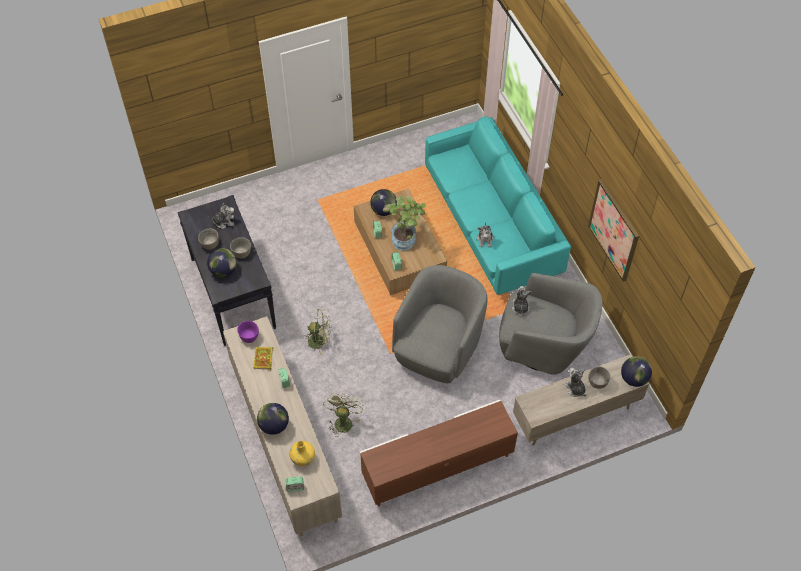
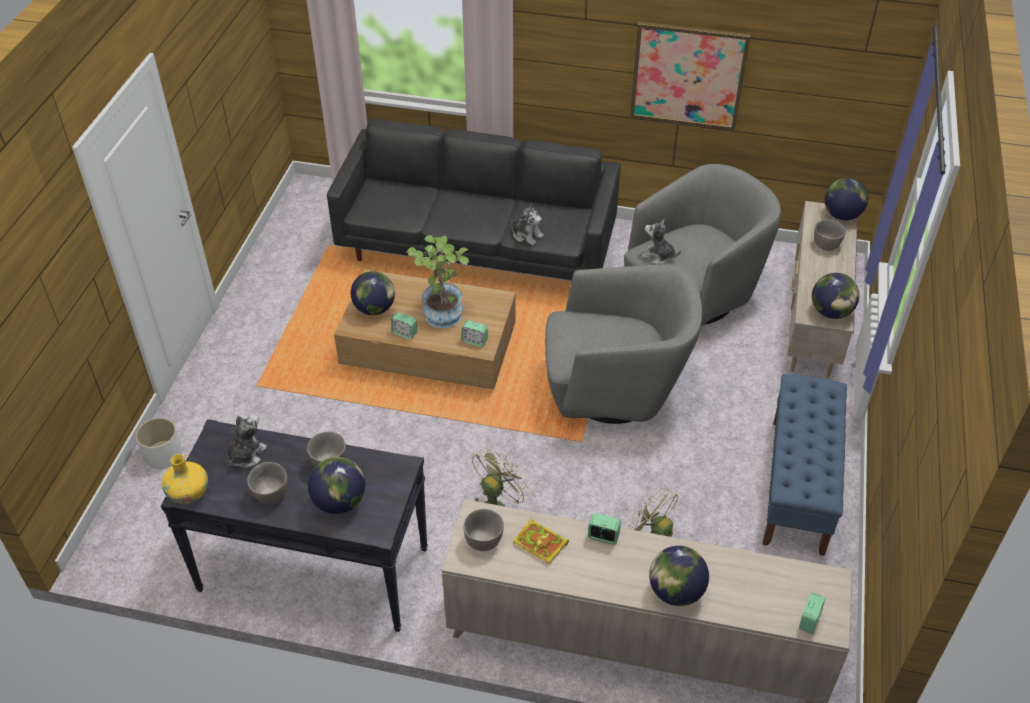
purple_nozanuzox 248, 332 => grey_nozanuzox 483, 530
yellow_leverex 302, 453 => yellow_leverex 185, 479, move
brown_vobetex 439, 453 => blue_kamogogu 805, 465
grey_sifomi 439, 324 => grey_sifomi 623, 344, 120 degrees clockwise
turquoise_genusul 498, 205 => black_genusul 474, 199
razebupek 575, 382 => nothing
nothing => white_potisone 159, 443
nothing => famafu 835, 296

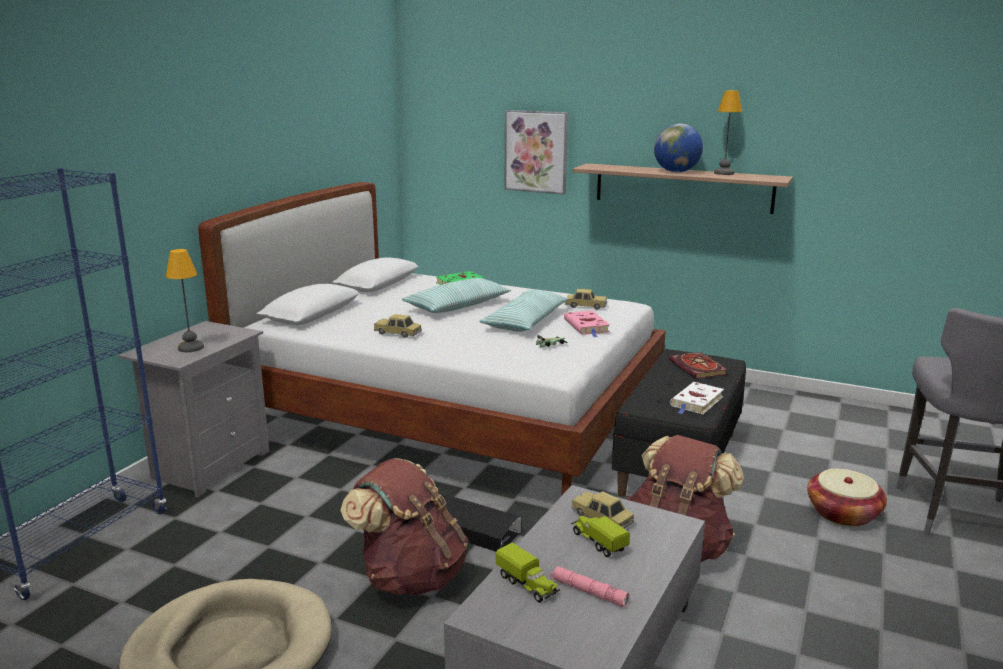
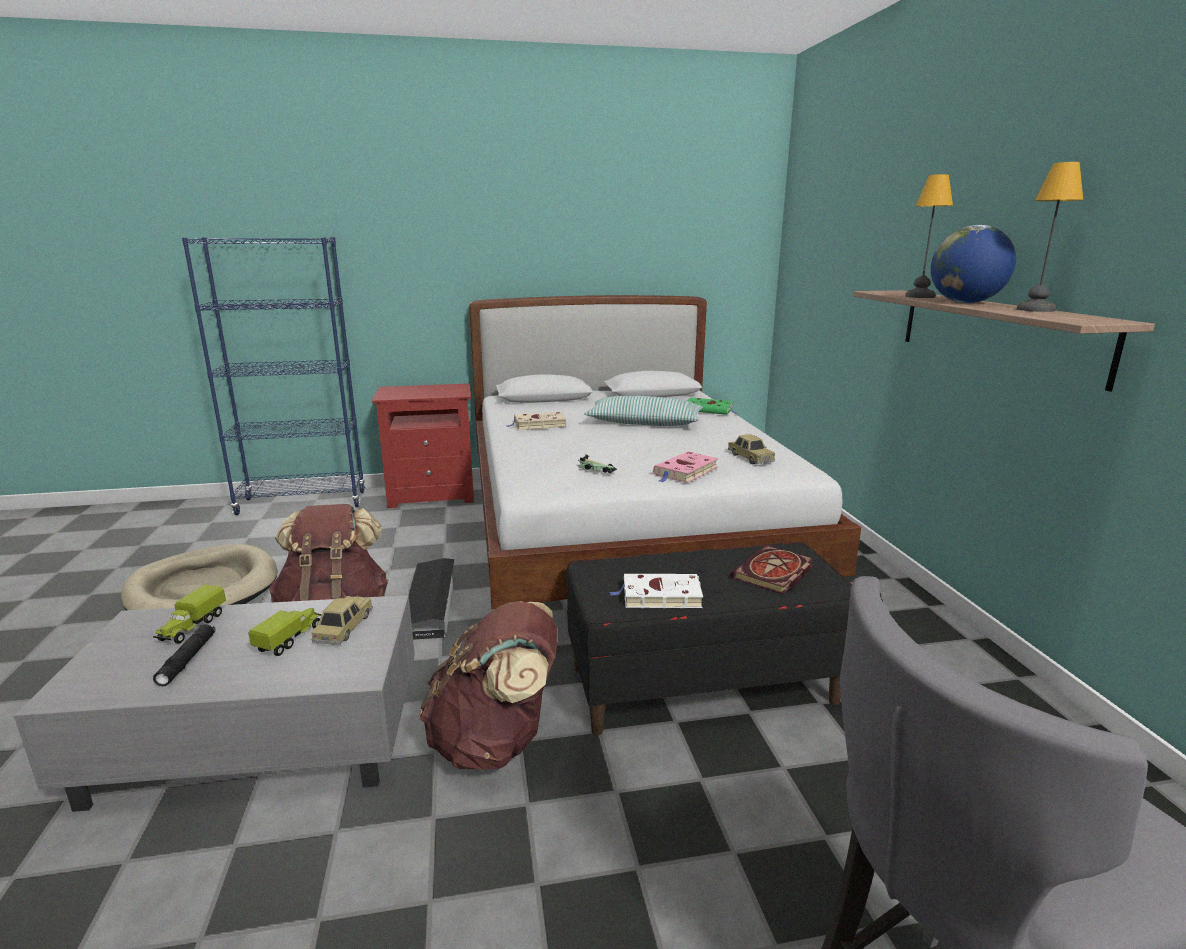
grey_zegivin 194, 409 => red_zegivin 423, 445
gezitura 185, 300 => gezitura 929, 236, move
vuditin 398, 326 => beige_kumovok 536, 421
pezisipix 524, 311 => nothing
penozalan 536, 152 => nothing
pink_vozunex 589, 586 => black_vozunex 184, 655
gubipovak 847, 498 => nothing

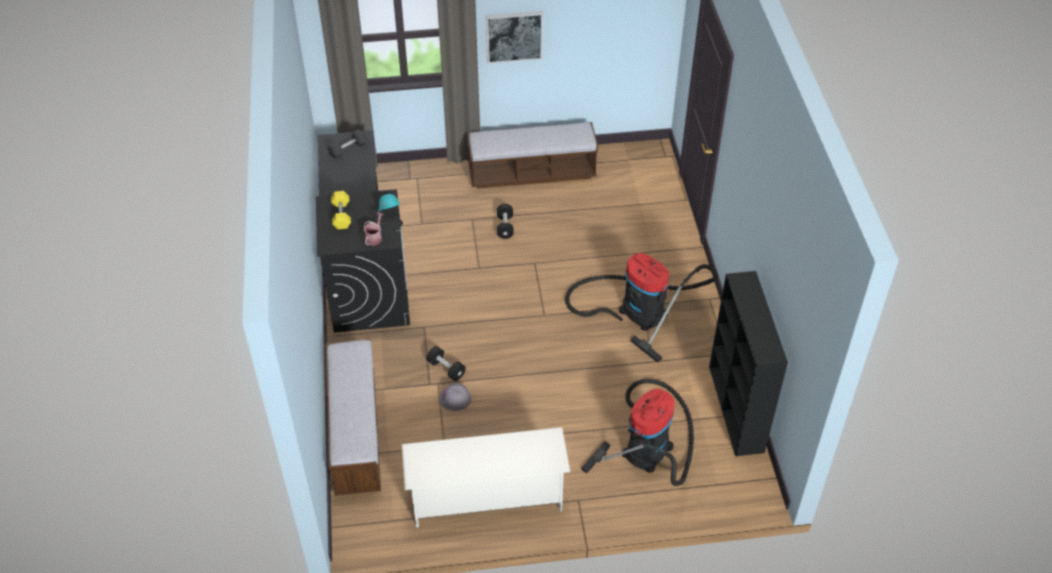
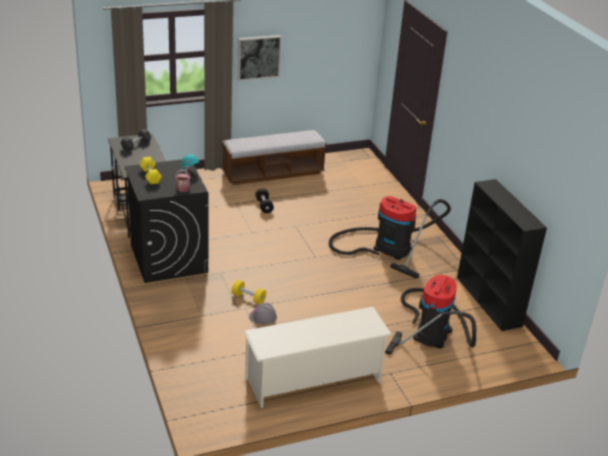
kamogogu 353, 417 => nothing
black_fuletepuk 446, 363 => yellow_fuletepuk 249, 292

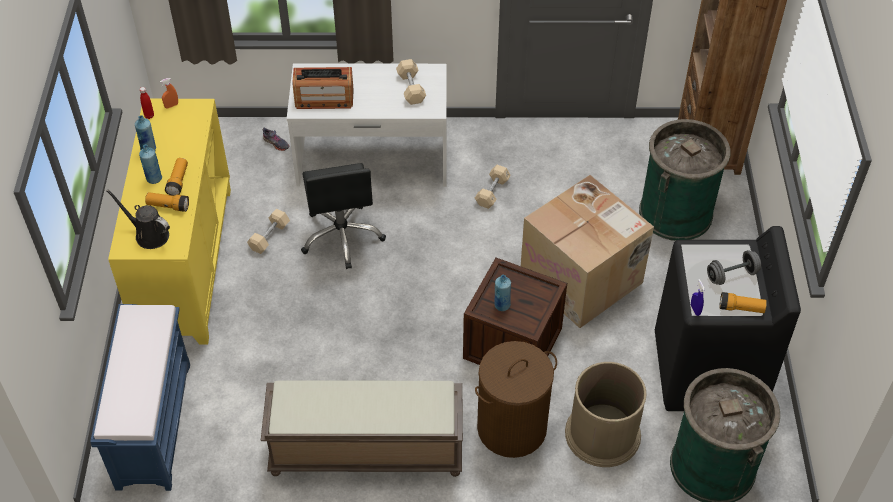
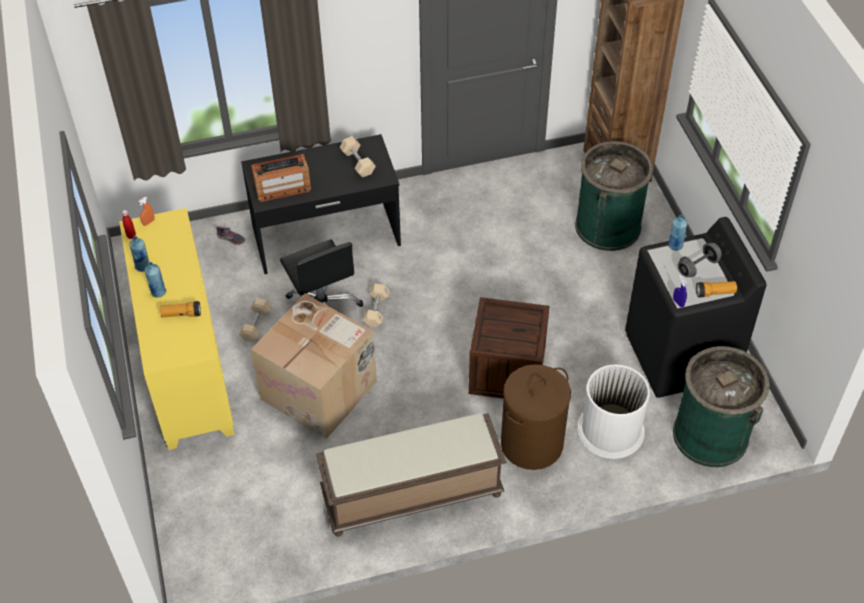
blue_kamogogu 140, 397 => nothing
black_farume 138, 219 => nothing
vozunex 176, 177 => nothing
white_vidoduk 367, 125 => black_vidoduk 321, 204
beige_fuletepuk 493, 187 => beige_fuletepuk 376, 305, move
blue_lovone 502, 293 => blue_lovone 678, 233, move
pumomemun 587, 251 => pumomemun 314, 366, move
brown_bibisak 606, 414 => white_bibisak 613, 411

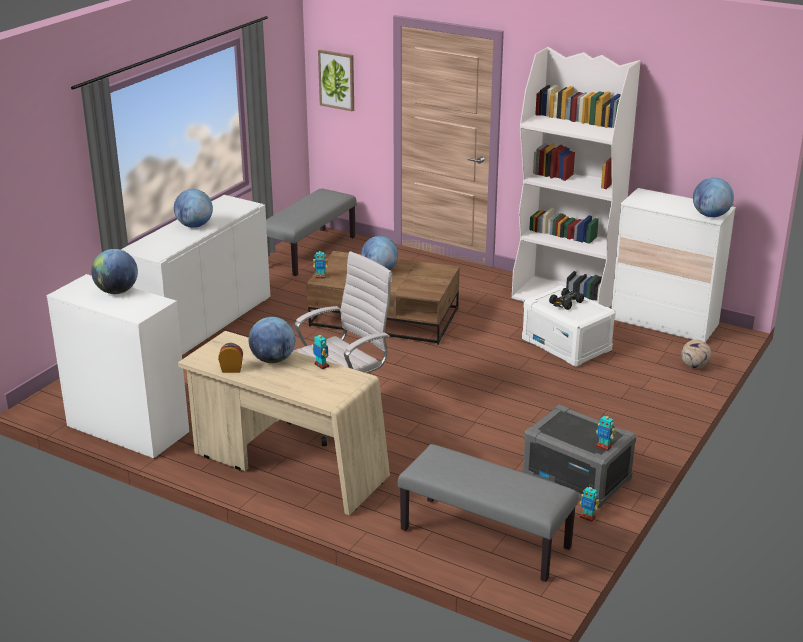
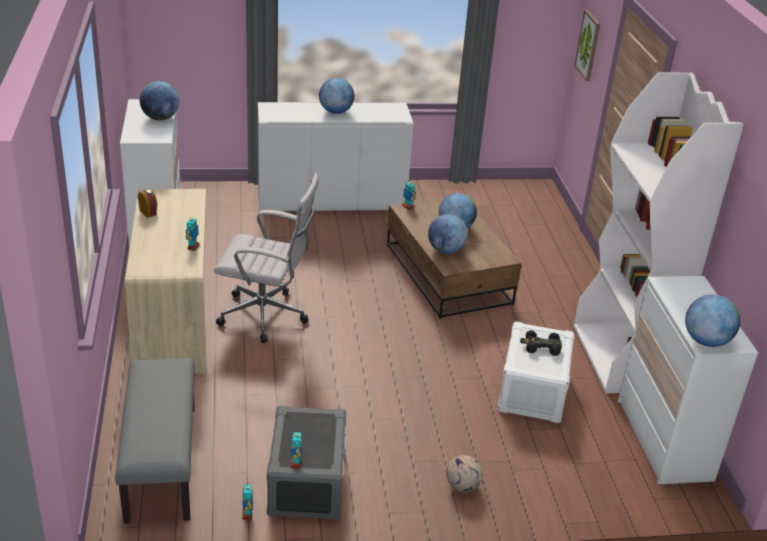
famafu 272, 340 => famafu 448, 234, move
grey_kamogogu 311, 232 => nothing
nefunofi 696, 354 => nefunofi 464, 473, move

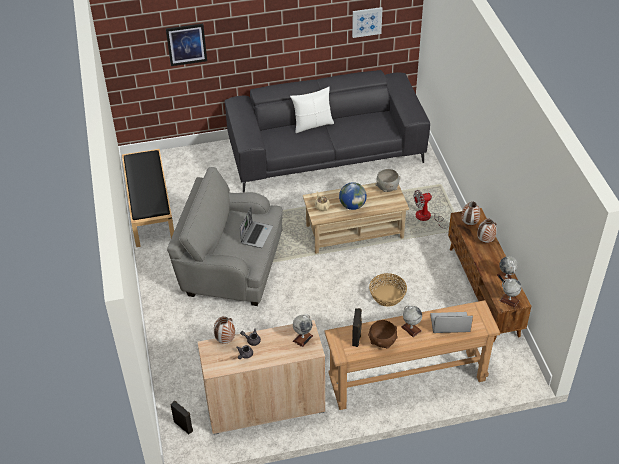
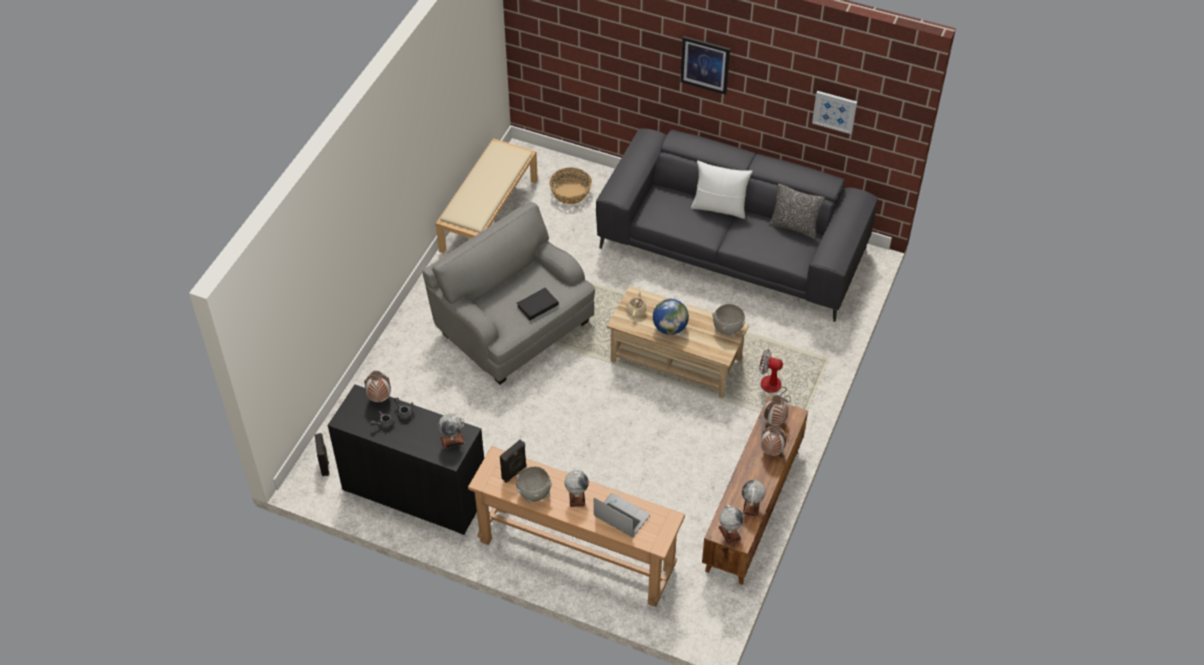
black_kamogogu 148, 198 => beige_kamogogu 487, 195
penozalan 186, 44 => penozalan 705, 65, move
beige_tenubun 261, 377 => black_tenubun 405, 459
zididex 256, 227 => black_kumovok 538, 304
brown_nozanuzox 383, 334 => grey_nozanuzox 534, 484
gubipovak 388, 289 => gubipovak 570, 186, move
nothing => pezisipix 796, 211

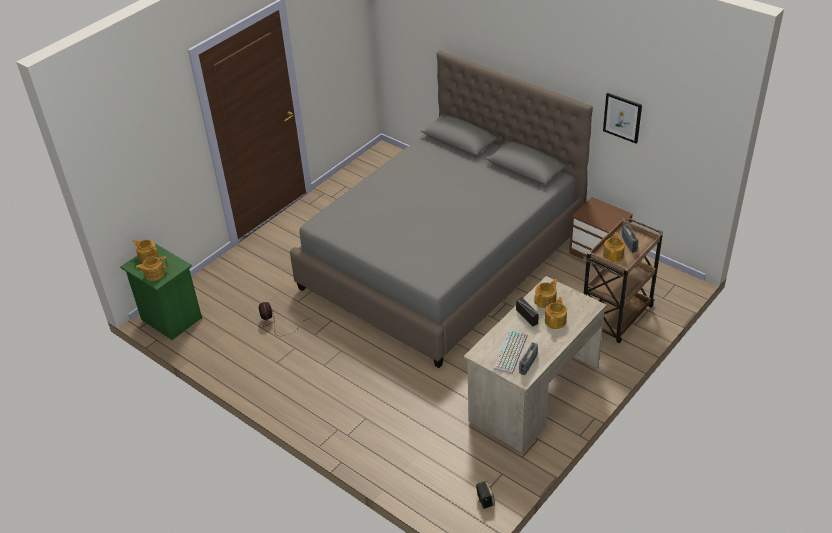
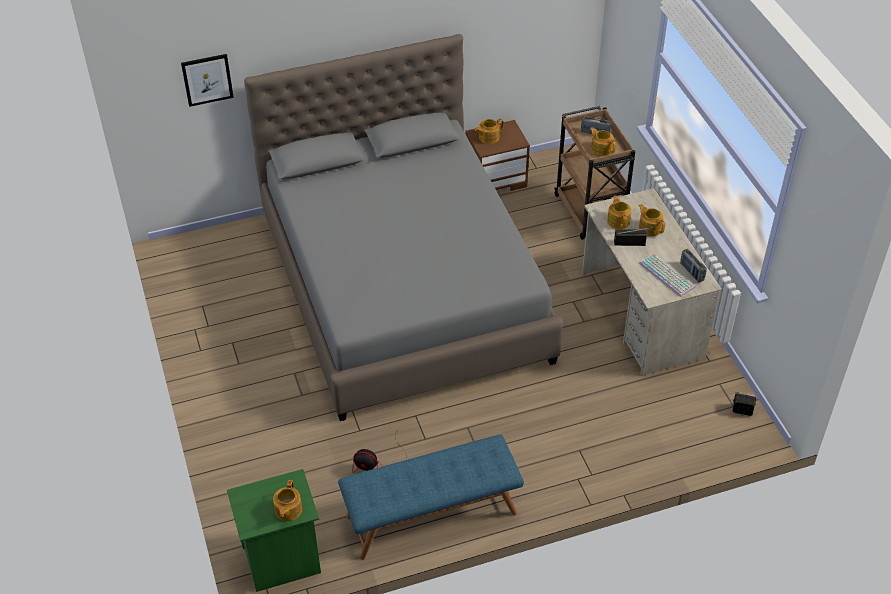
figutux 146, 251 => figutux 489, 131, move
penozalan 622, 118 => penozalan 207, 80, move
nothing => blue_kamogogu 431, 497

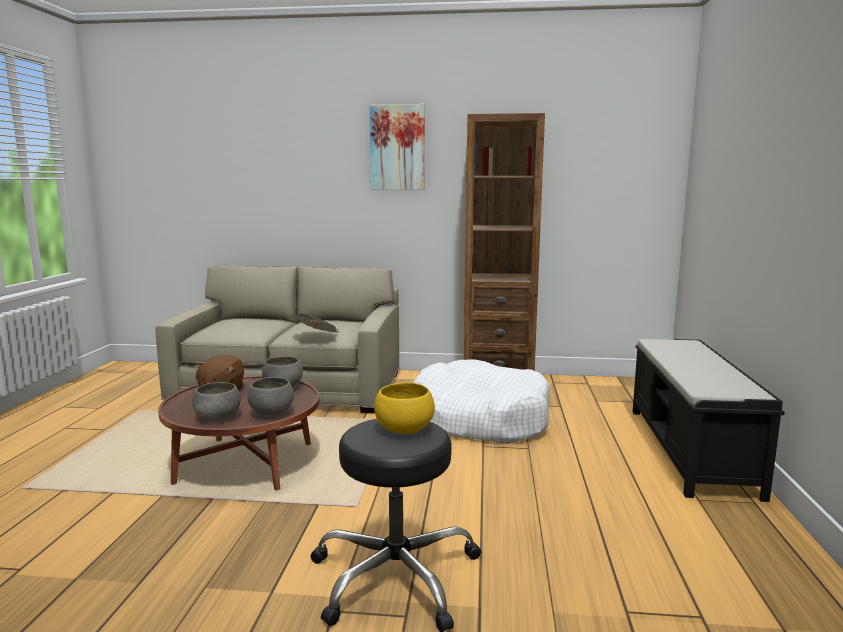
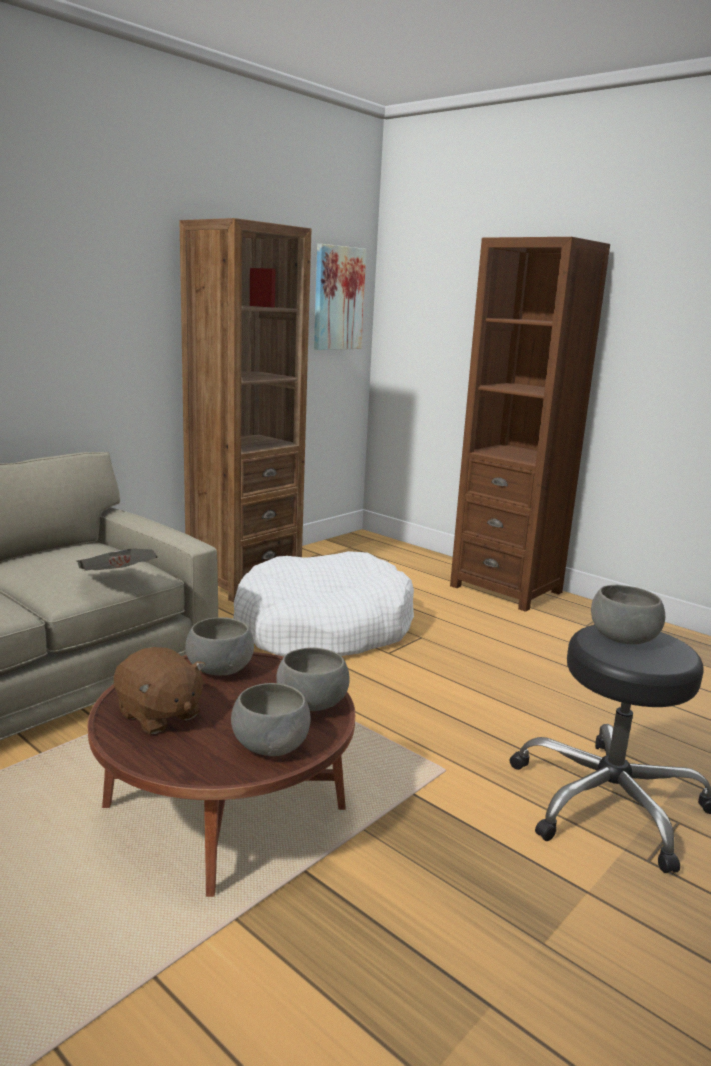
penozalan 397, 147 => penozalan 340, 297, move
yellow_nozanuzox 404, 408 => grey_nozanuzox 628, 614
black_kamogogu 708, 420 => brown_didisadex 530, 424

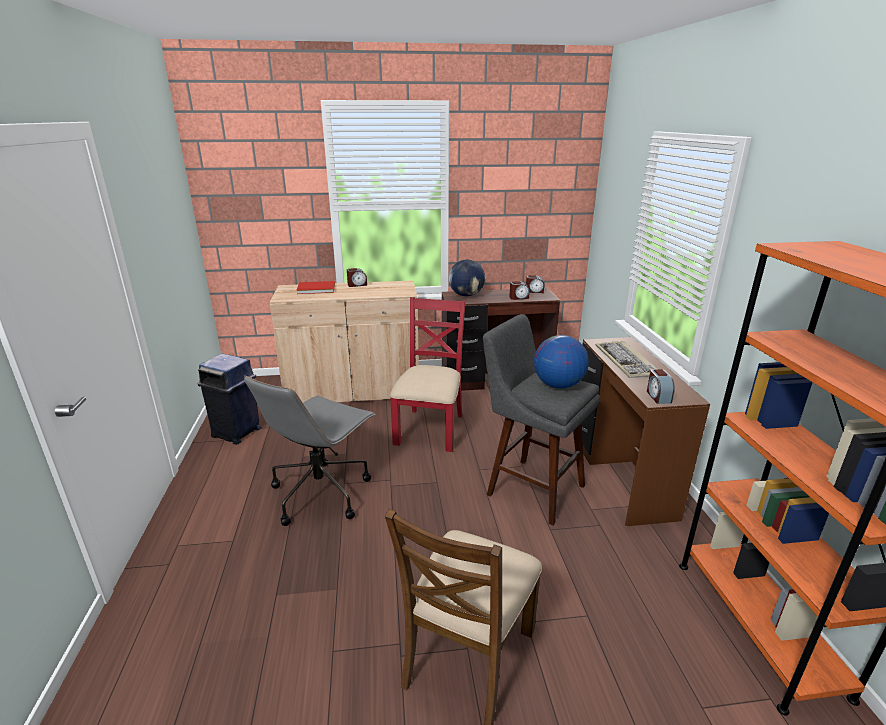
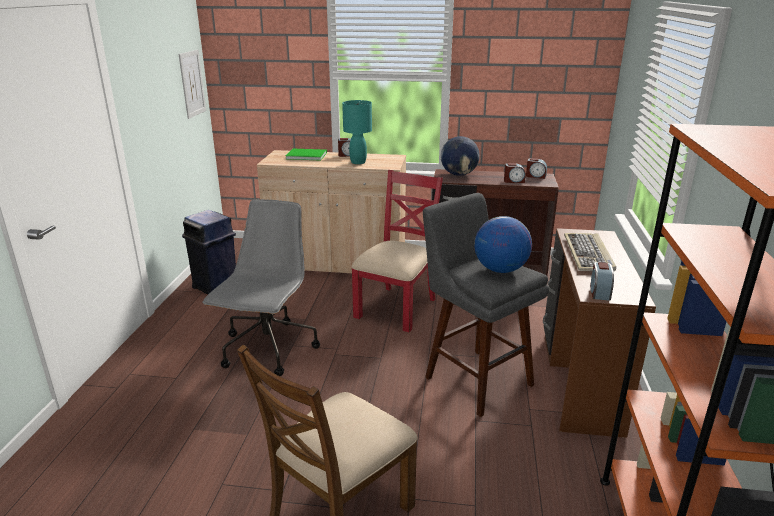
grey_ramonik 309, 450 => grey_ramonik 261, 287, 150 degrees clockwise
red_kumovok 315, 287 => green_kumovok 306, 155
nothing => penozalan 192, 84
nothing => turquoise_gezitura 357, 132

